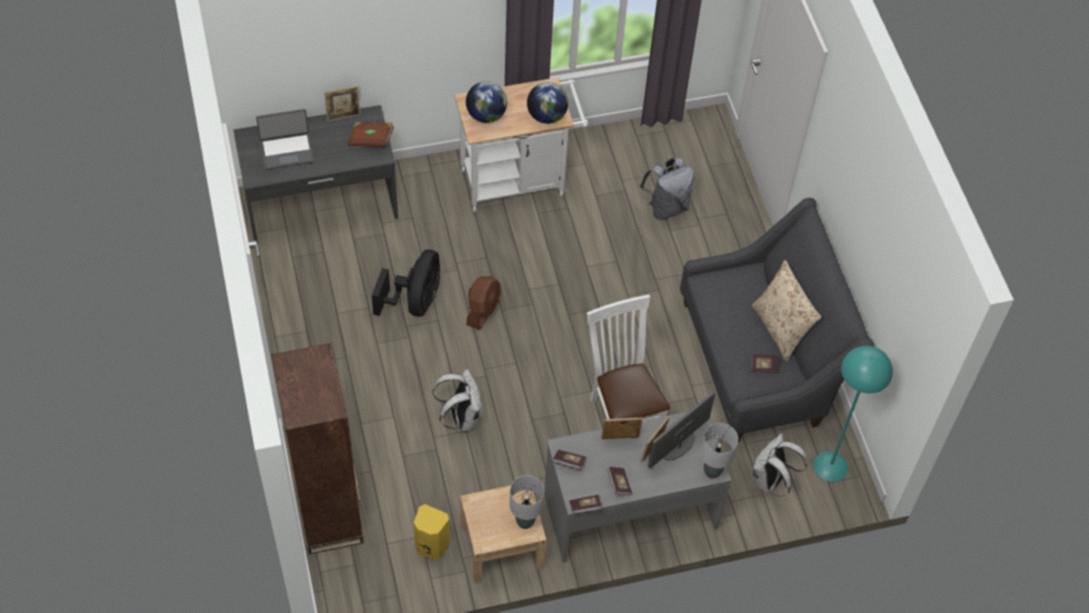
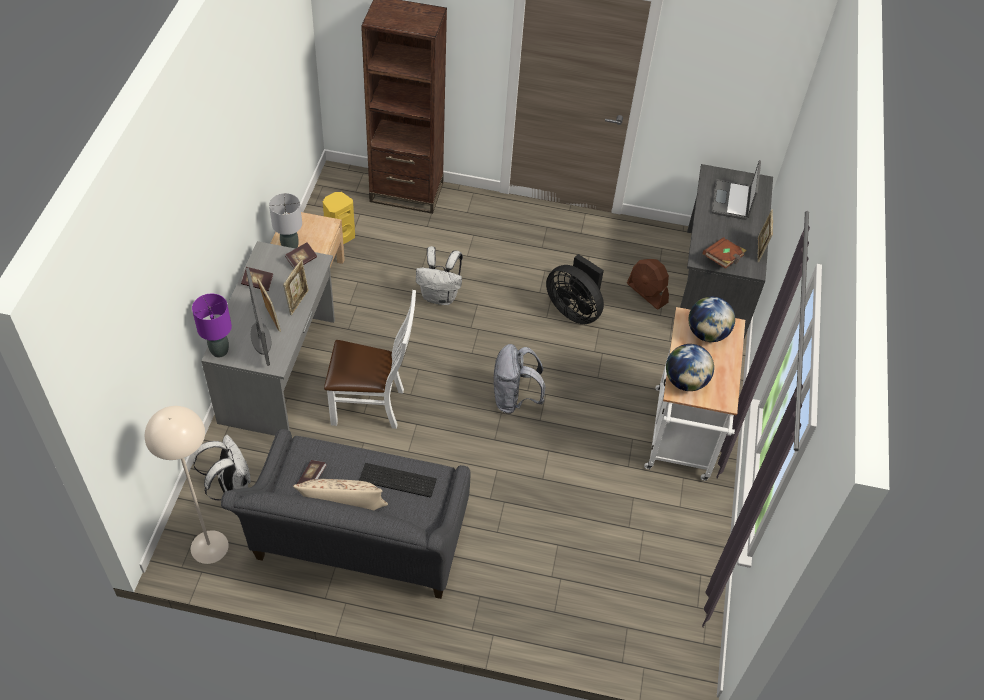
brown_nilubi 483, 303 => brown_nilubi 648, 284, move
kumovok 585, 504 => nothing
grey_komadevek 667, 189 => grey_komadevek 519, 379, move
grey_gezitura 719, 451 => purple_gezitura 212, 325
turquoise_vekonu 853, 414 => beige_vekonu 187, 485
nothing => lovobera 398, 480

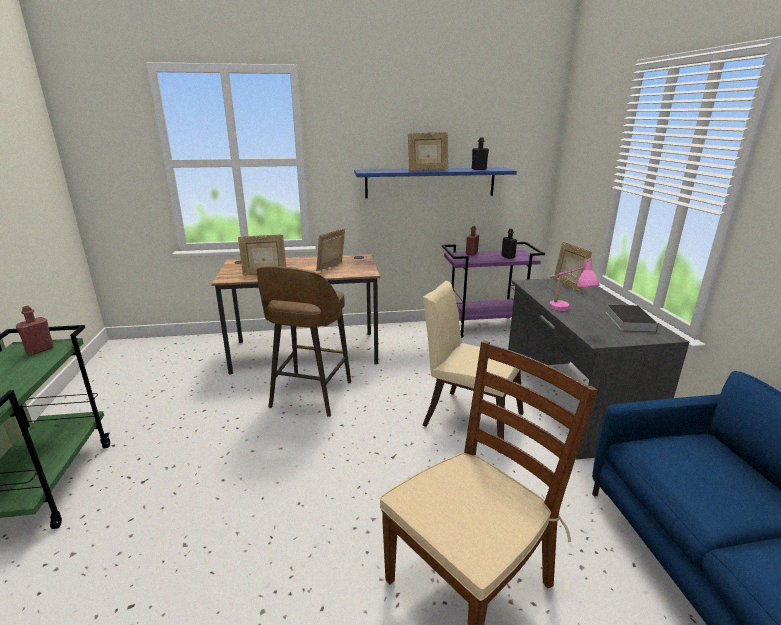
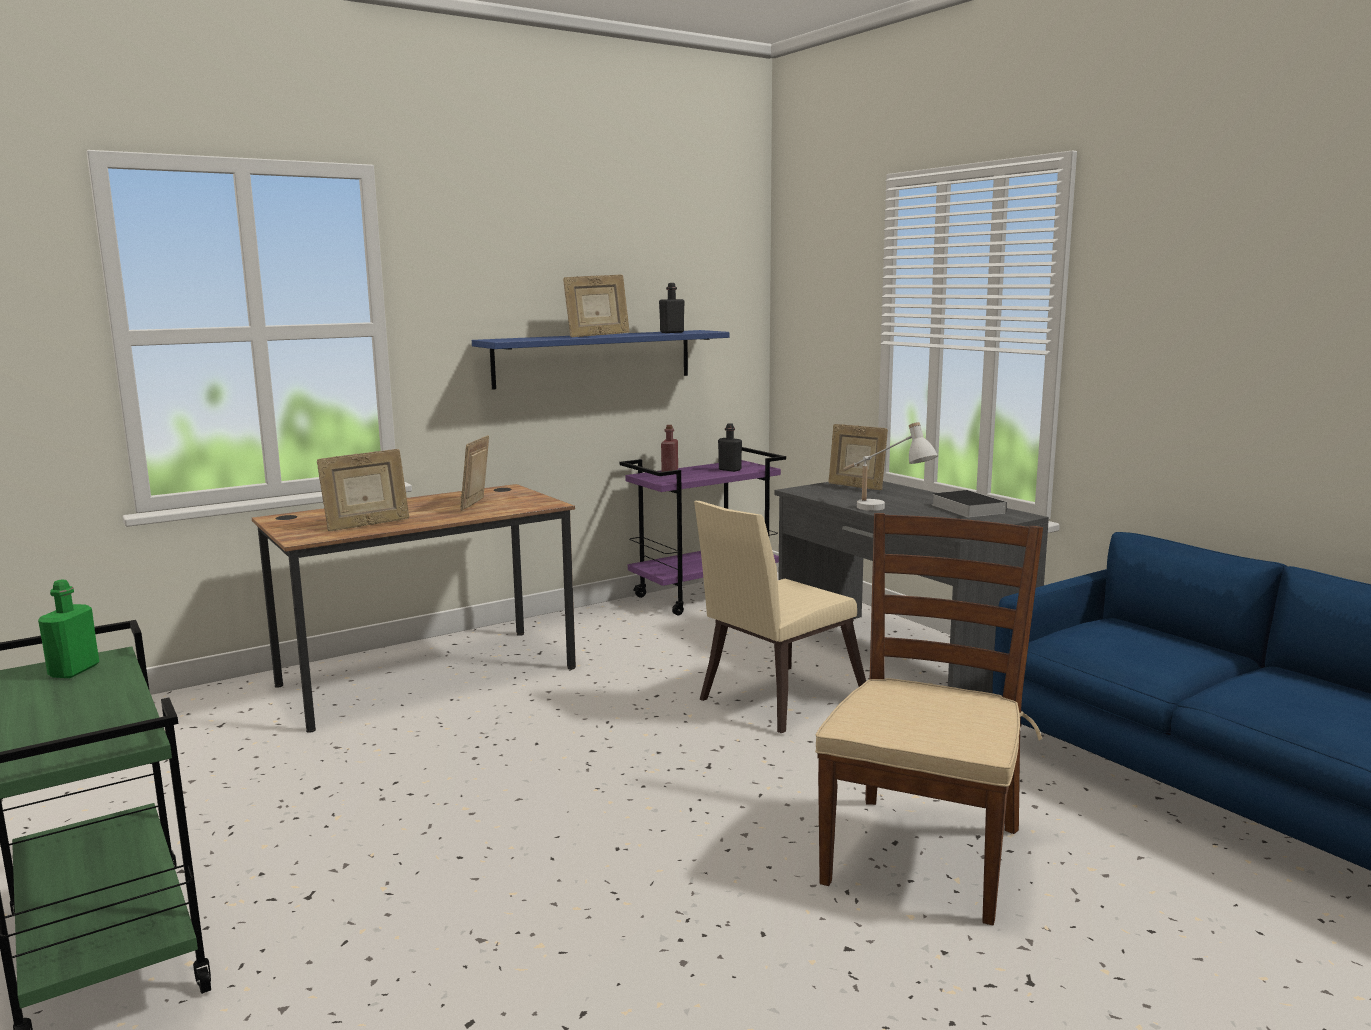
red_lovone 35, 330 => green_lovone 68, 629
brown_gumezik 304, 341 => nothing
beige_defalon 473, 367 => beige_defalon 780, 617, 45 degrees counterclockwise
pink_gezitura 574, 285 => white_gezitura 891, 466

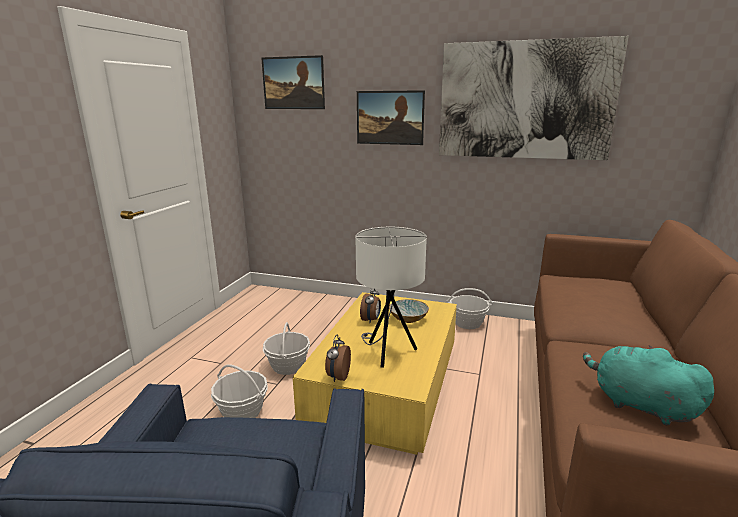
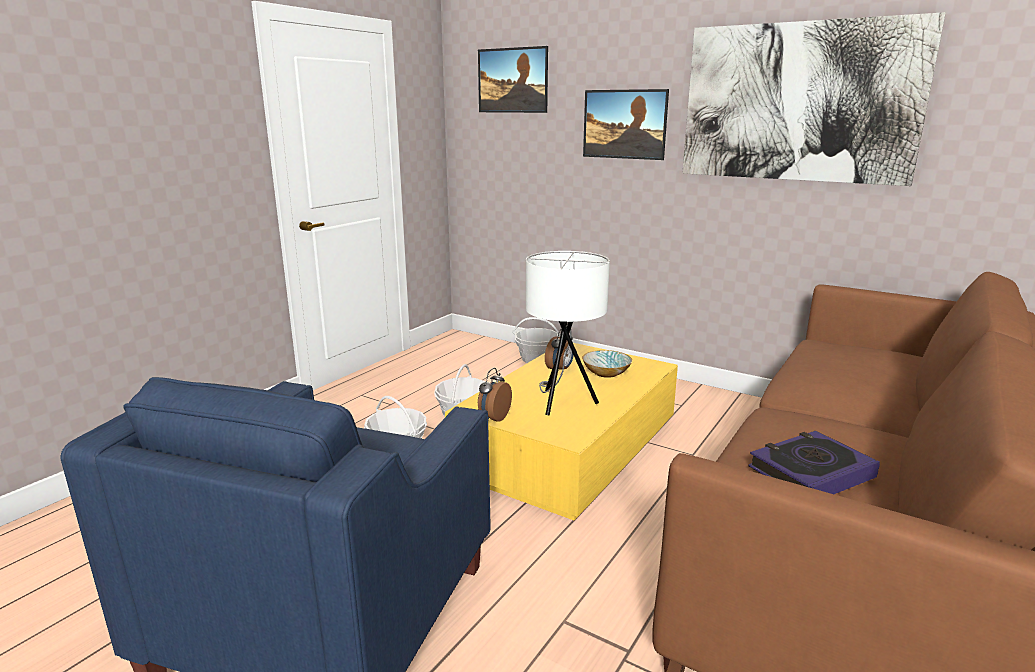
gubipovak 470, 308 => gubipovak 536, 340, move
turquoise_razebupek 648, 385 => kumovok 814, 462

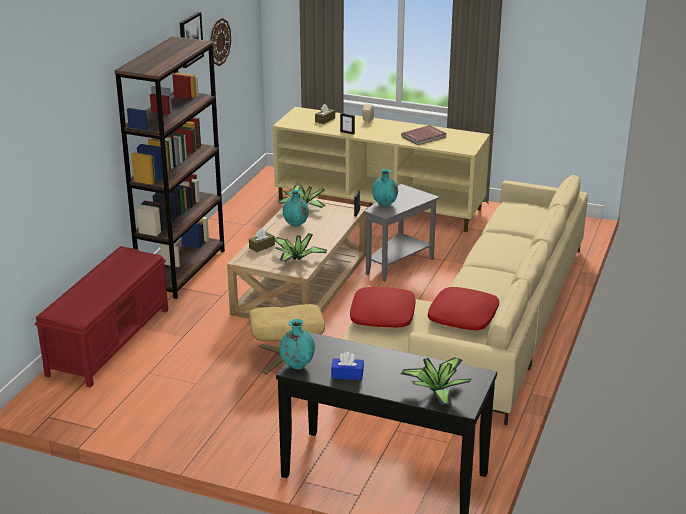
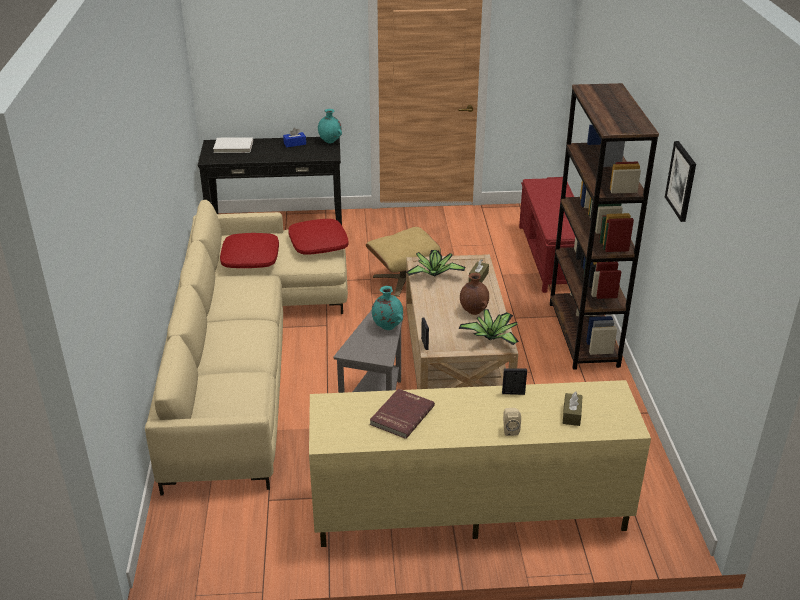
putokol 220, 42 => nothing
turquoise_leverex 296, 208 => brown_leverex 474, 294
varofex 436, 381 => white_kumovok 233, 145

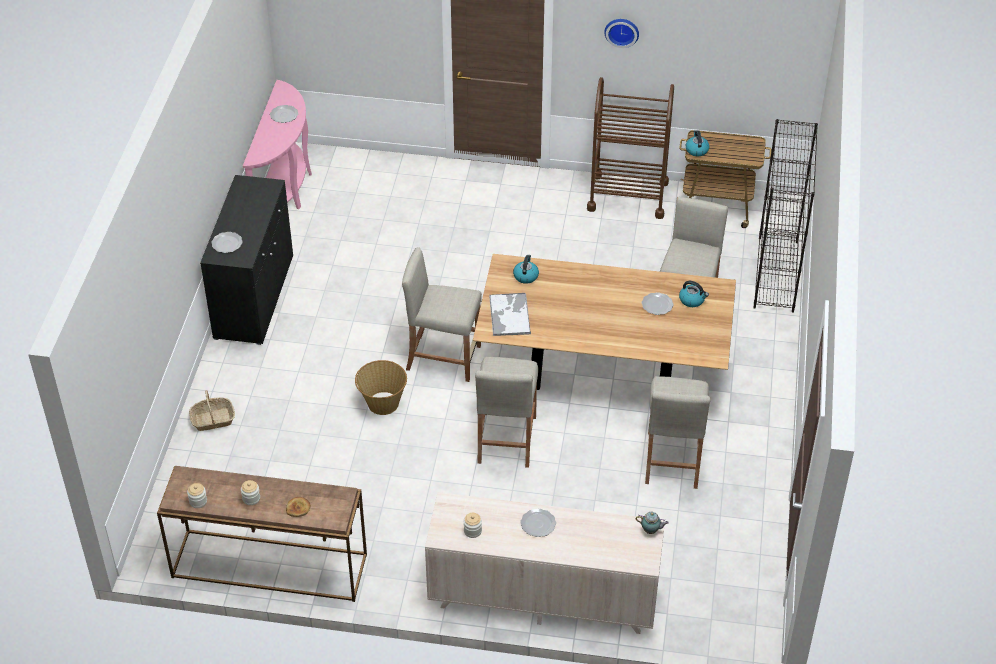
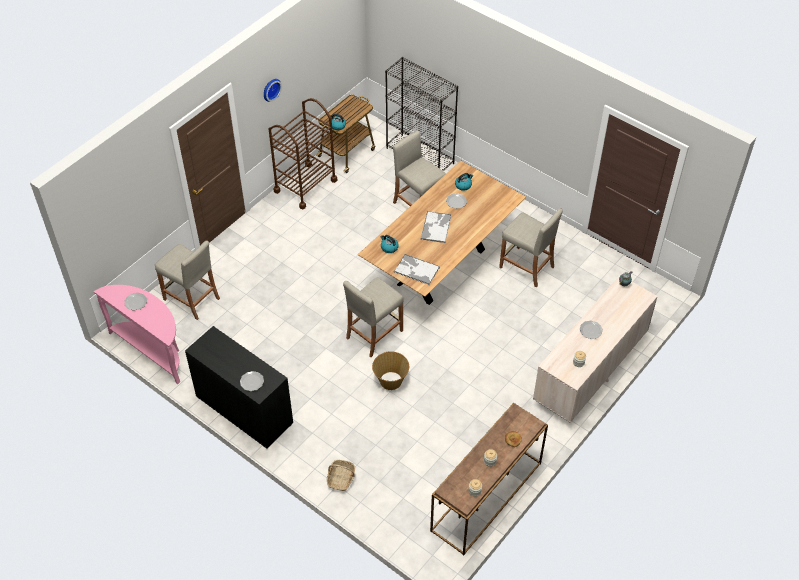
beige_gumezik 506, 412 => beige_gumezik 187, 280, move
nothing => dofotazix 436, 227

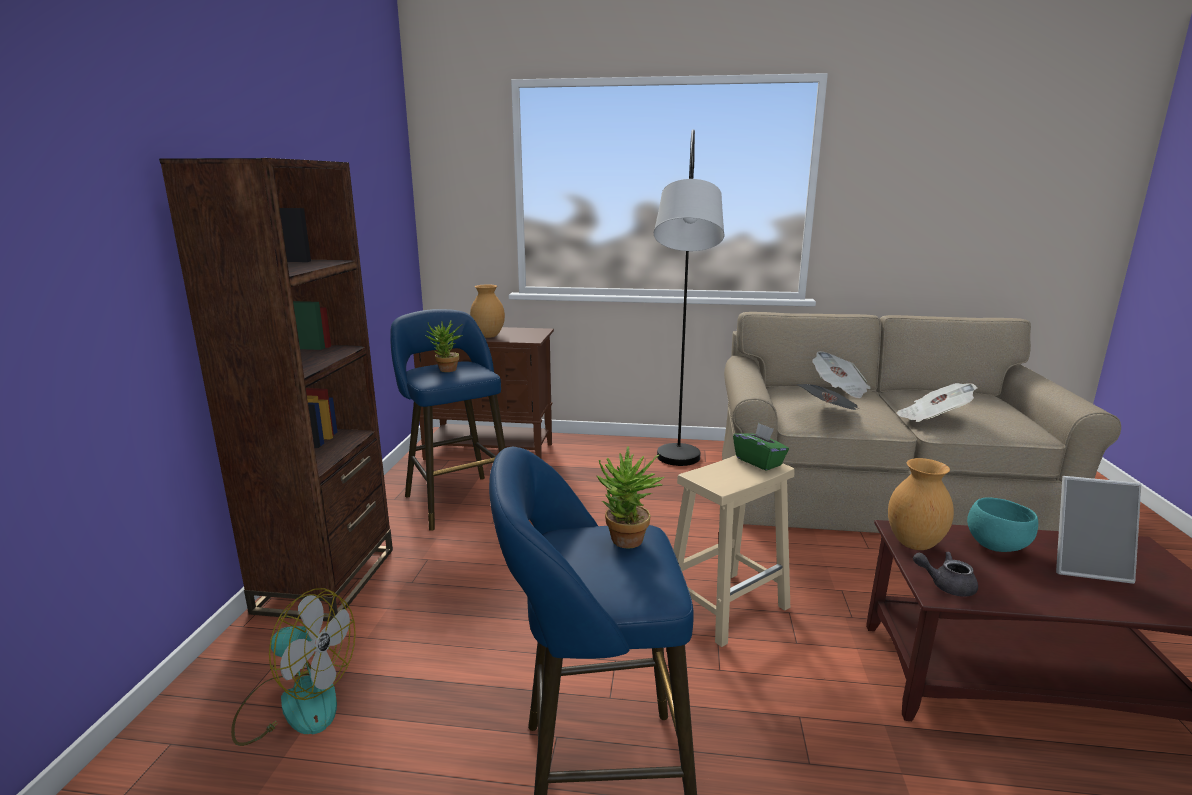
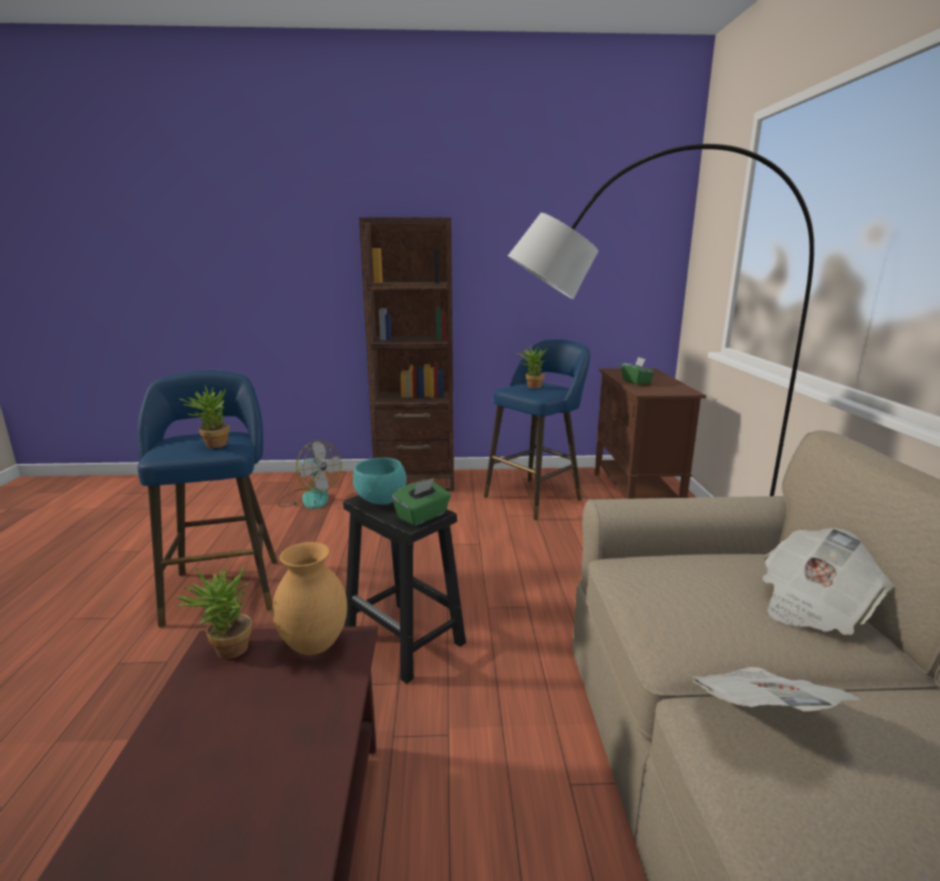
nilubi 293, 667 => nilubi 310, 474, 60 degrees counterclockwise
brown_leverex 487, 311 => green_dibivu 638, 371
beige_gumezik 734, 551 => black_gumezik 404, 589
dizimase 827, 397 => nothing
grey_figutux 945, 574 => varofex 214, 612
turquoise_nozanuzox 1002, 524 => turquoise_nozanuzox 380, 481, move
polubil 1098, 530 => nothing

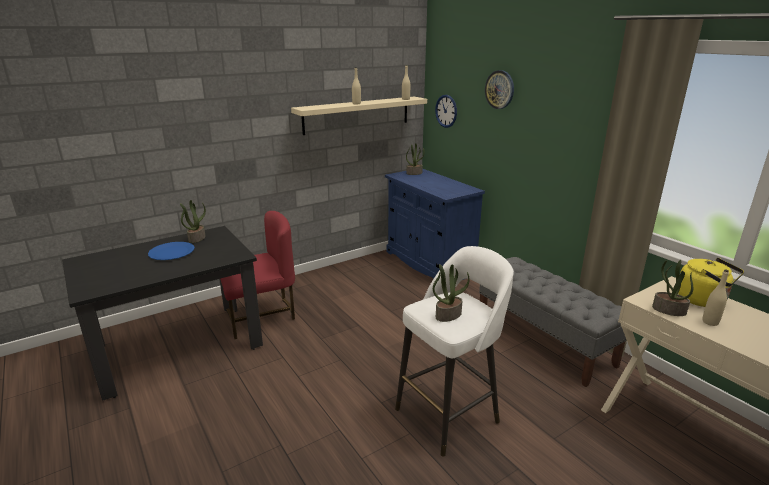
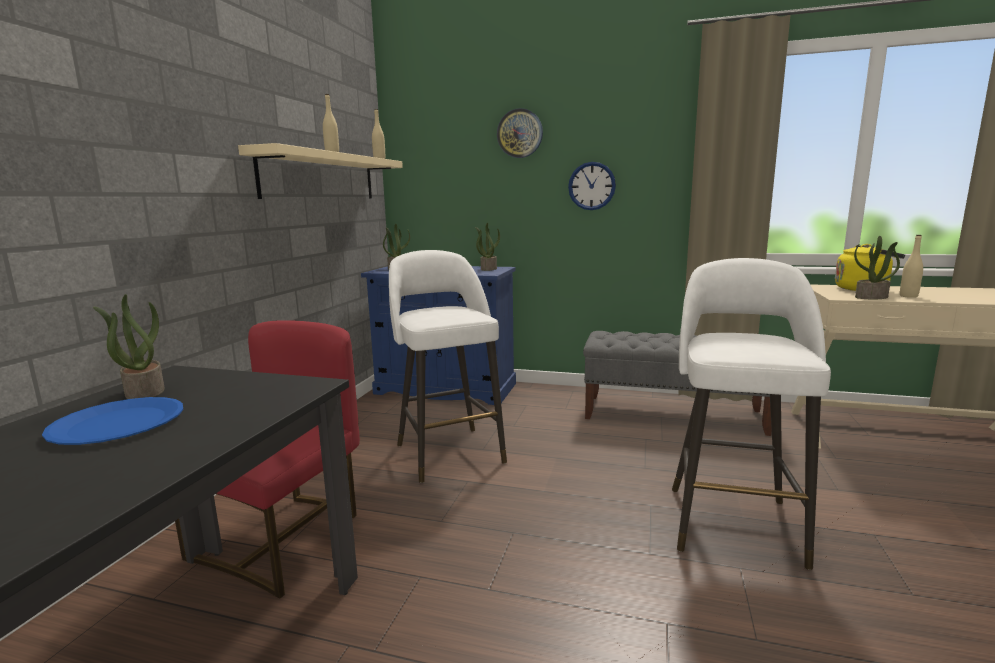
varofex 451, 293 => varofex 487, 247, move
putokol 446, 111 => putokol 592, 186, move
nothing => white_gumezik 448, 366

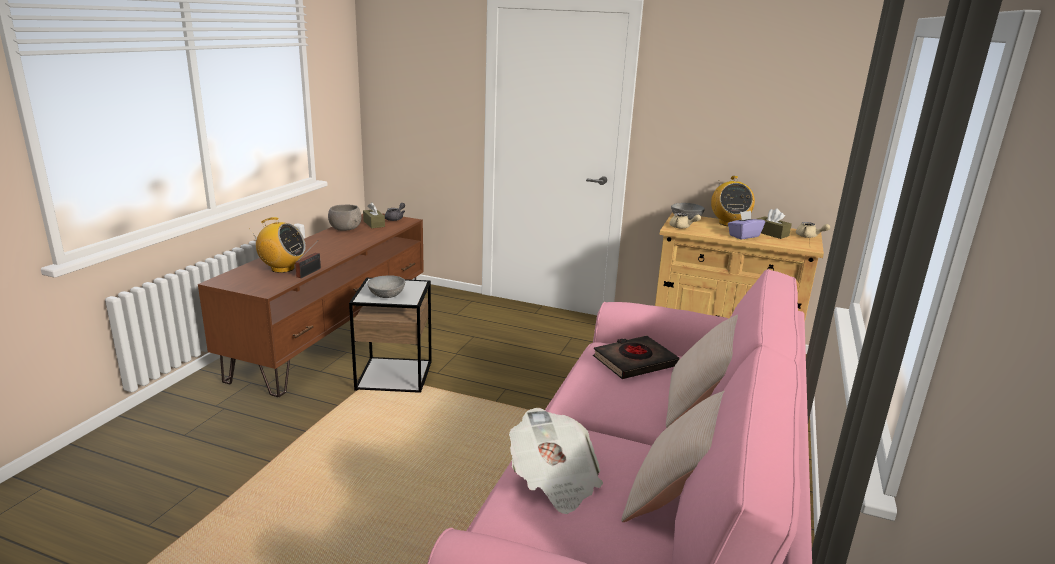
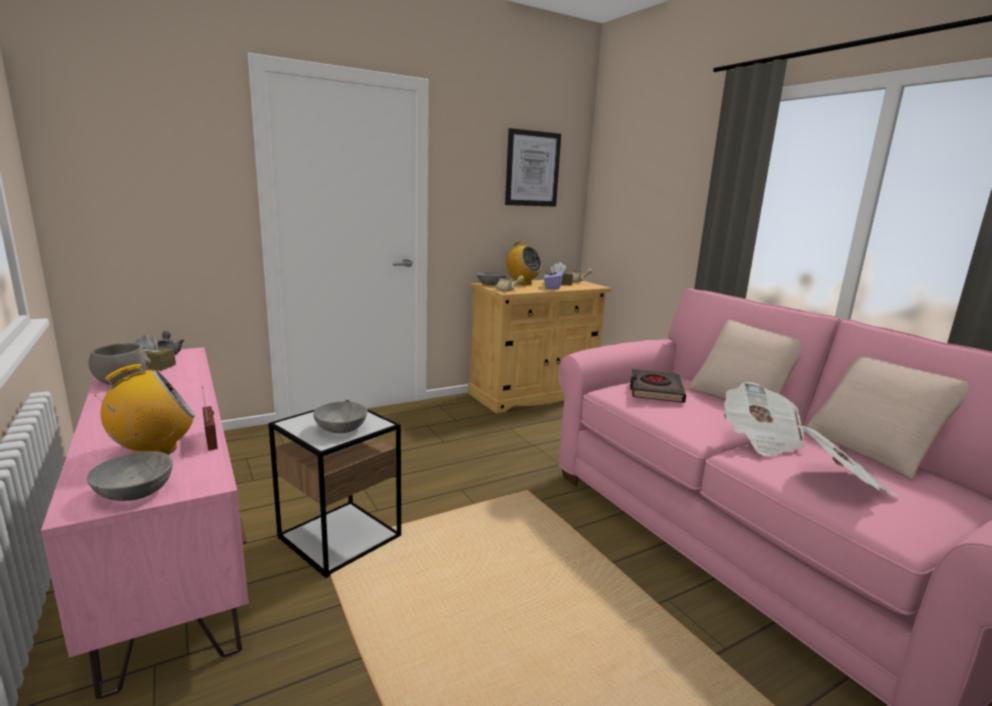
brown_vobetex 311, 305 => pink_vobetex 145, 523
nothing => grey_nozanuzox 130, 476
nothing => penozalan 533, 167
nothing => dizimase 764, 419

